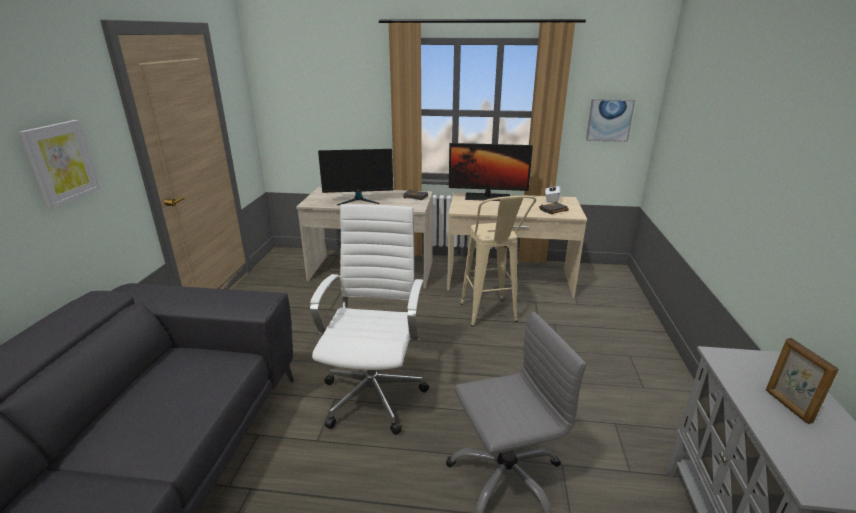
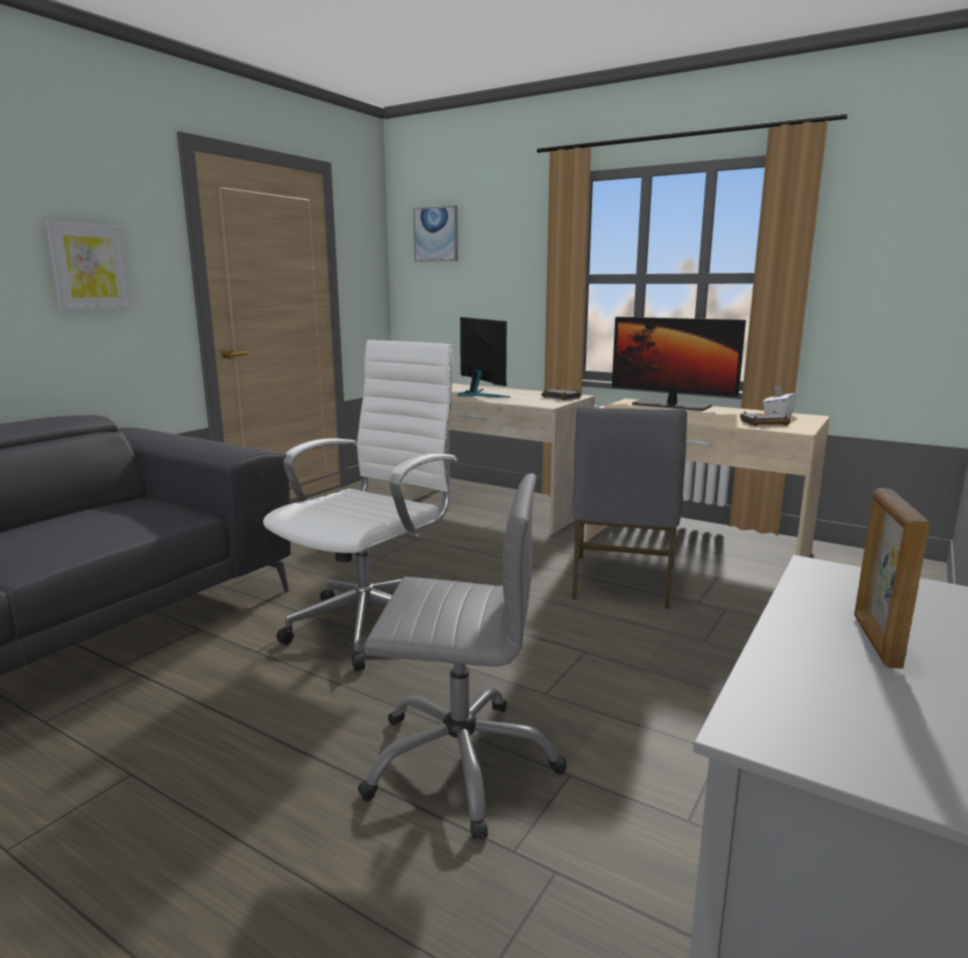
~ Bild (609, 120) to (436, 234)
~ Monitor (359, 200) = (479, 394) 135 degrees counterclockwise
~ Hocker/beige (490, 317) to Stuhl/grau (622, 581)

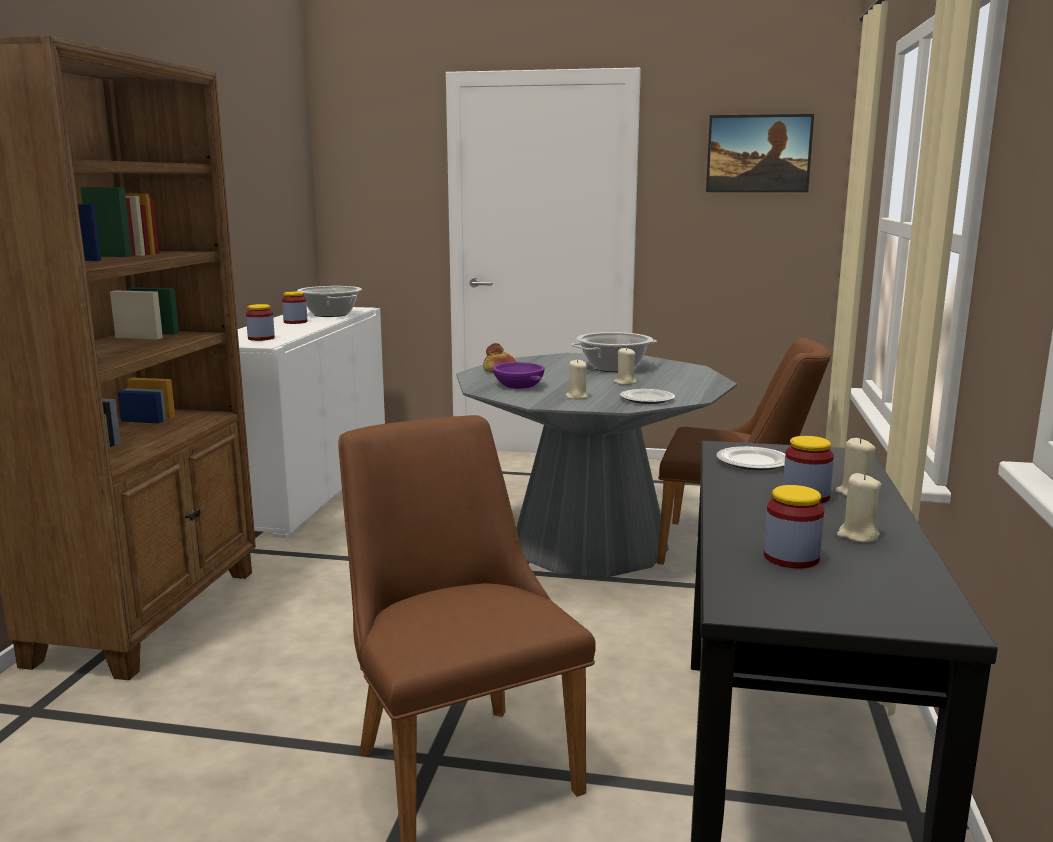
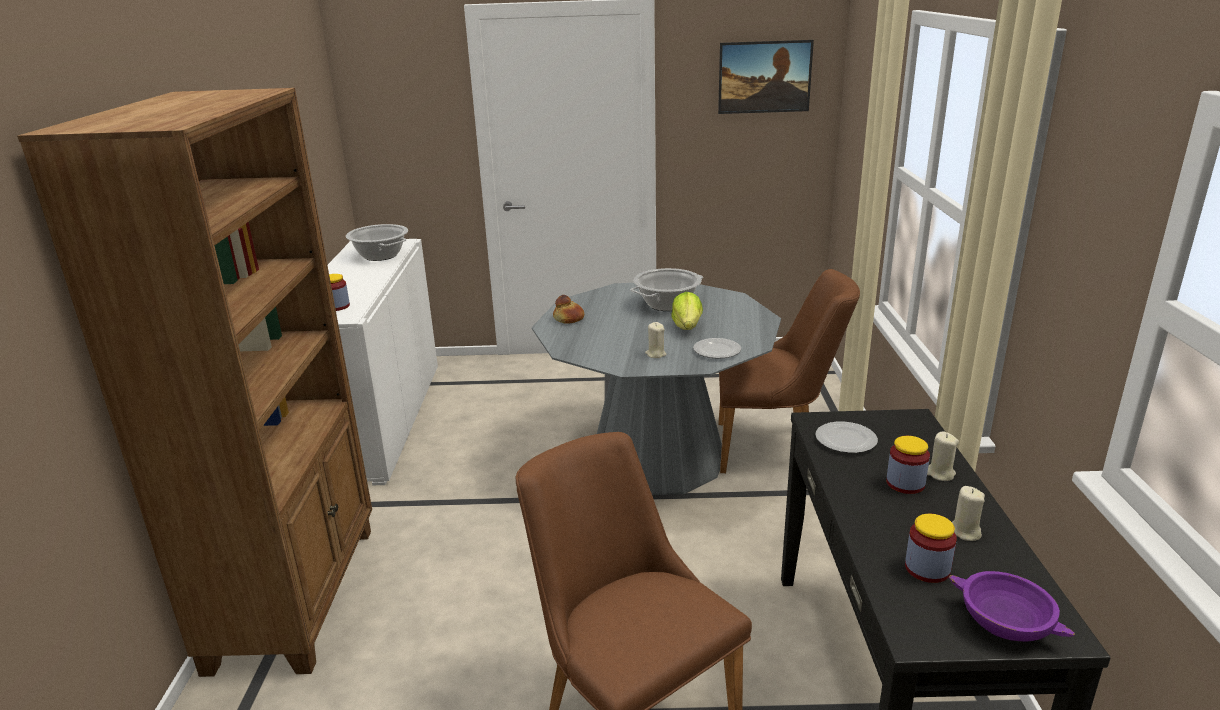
- Vorratsglas (295, 322)
~ Kerze/beige (625, 383) to Salatkopf (687, 327)
~ Schüssel/lila (519, 385) to (1006, 623)

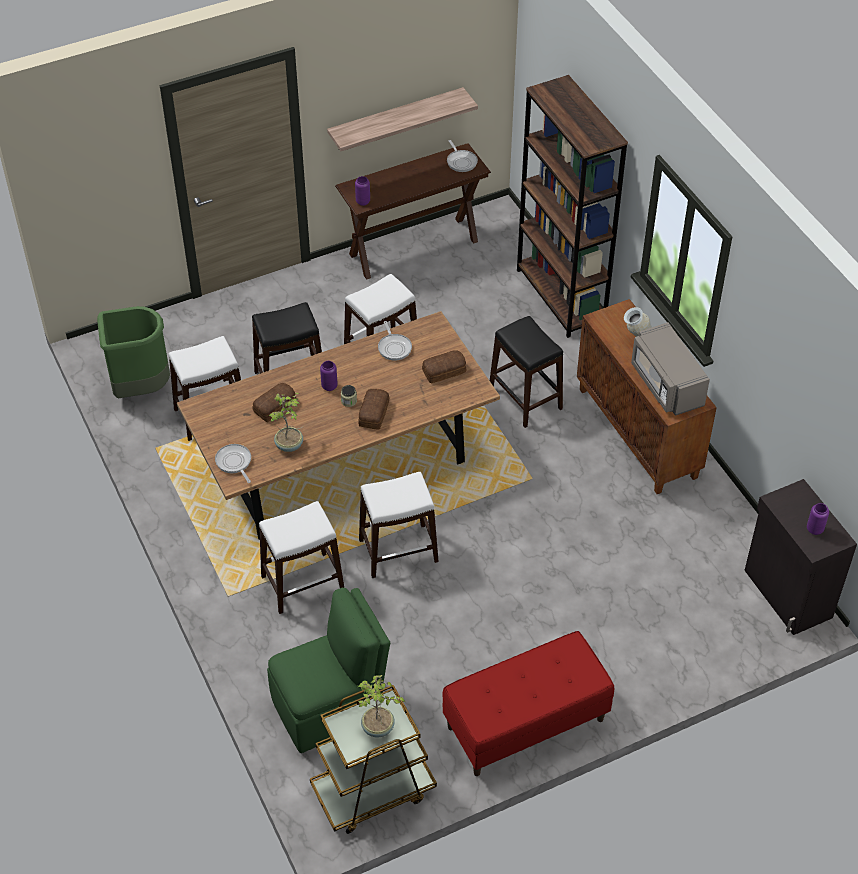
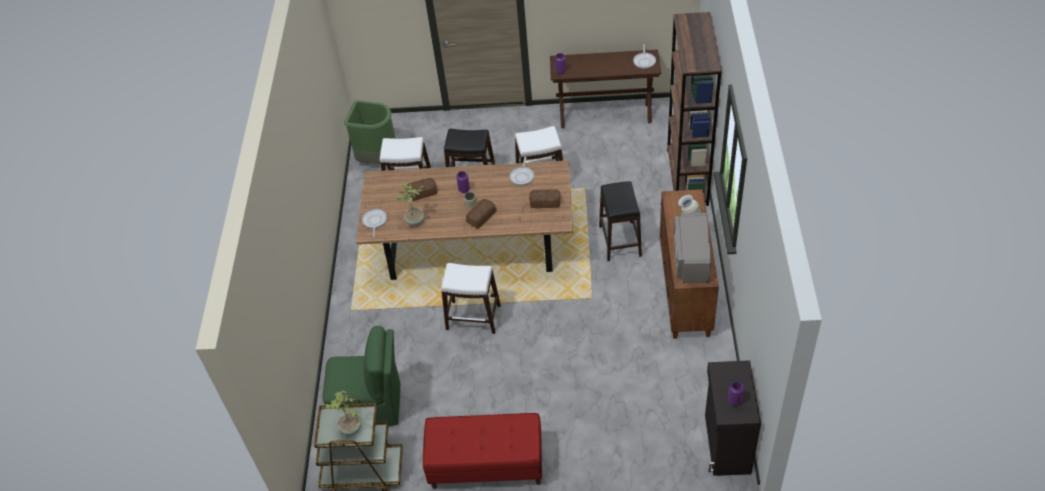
- Wandregal (396, 119)
- Hocker/weiß (303, 583)

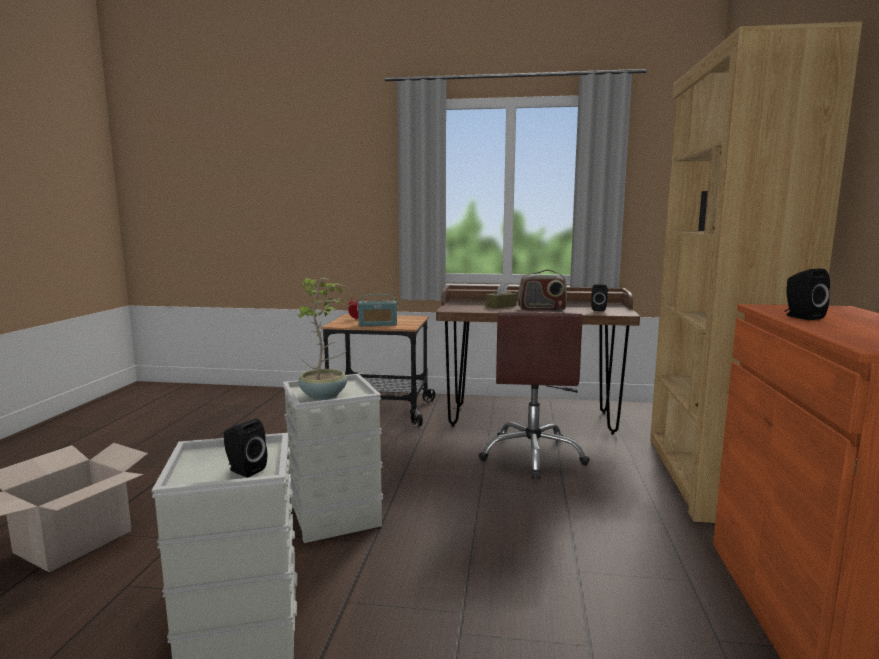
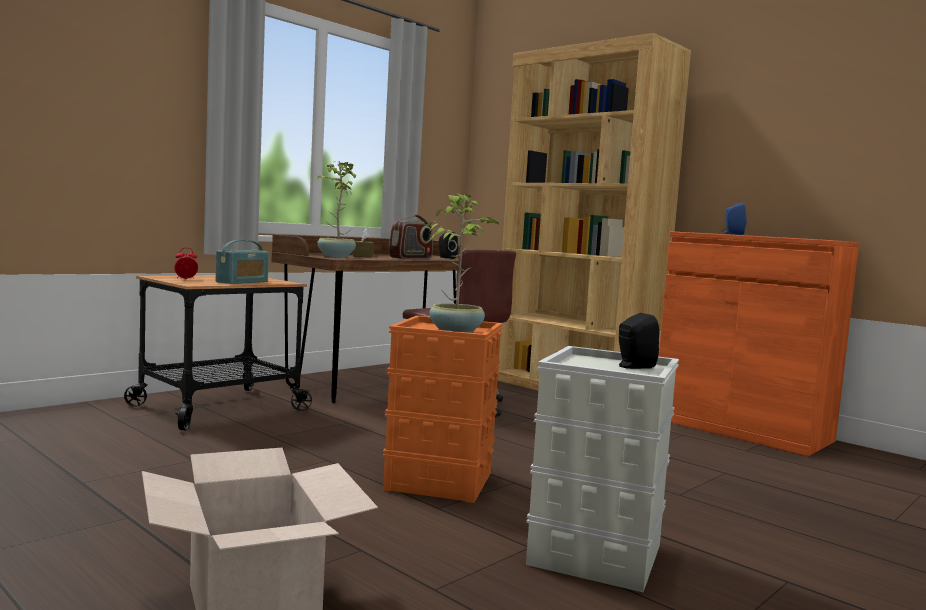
~ Lautsprecher/schwarz (801, 317) to Lautsprecher/blau (732, 234)
~ Aufbewahrungsbox/grau (336, 516) to Aufbewahrungsbox/orange (440, 481)
+ Topfpflanze (335, 256)

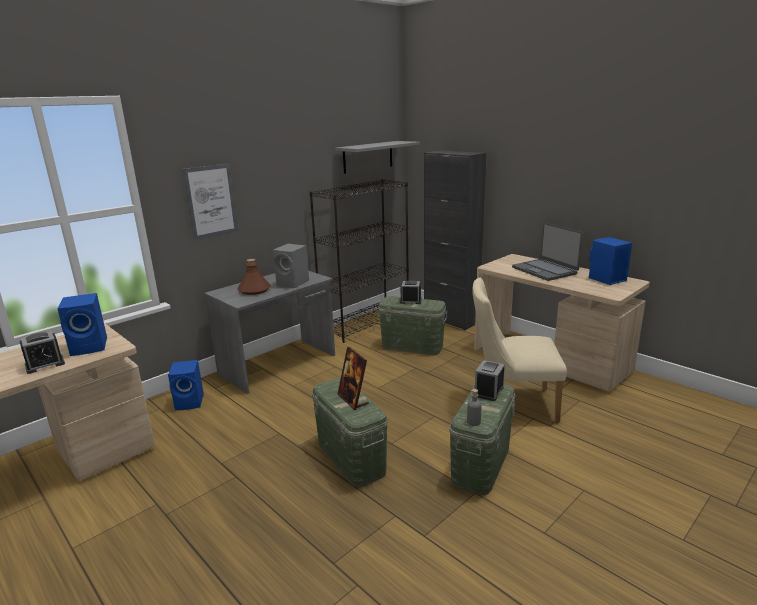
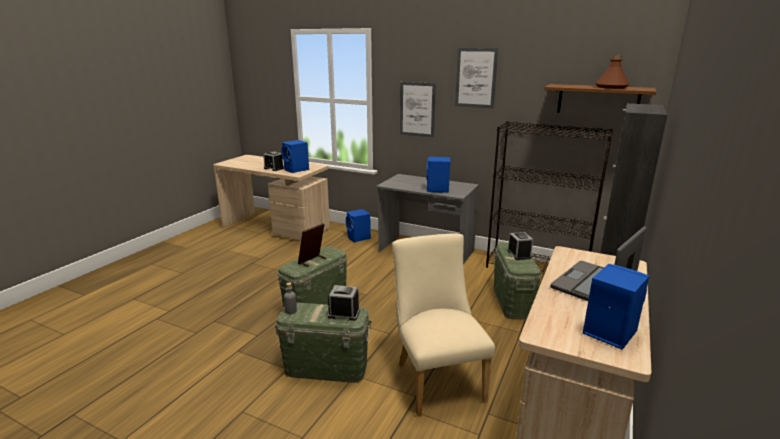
~ Wandregal/grau (368, 157) to Wandregal/braun (598, 100)
~ Lautsprecher/grau (293, 283) to Lautsprecher/blau (437, 190)
~ Flasche/braun (254, 290) to (611, 87)
+ Bild (476, 78)

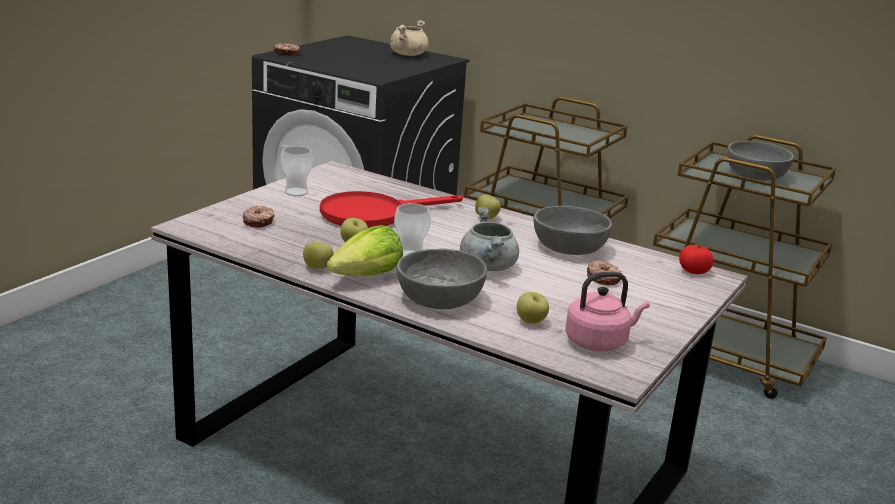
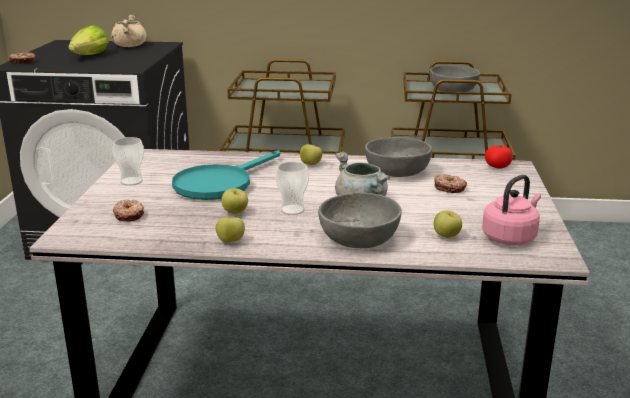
~ Pfanne/rot (373, 214) to Pfanne/türkis (220, 183)
~ Salatkopf (367, 276) to (90, 56)

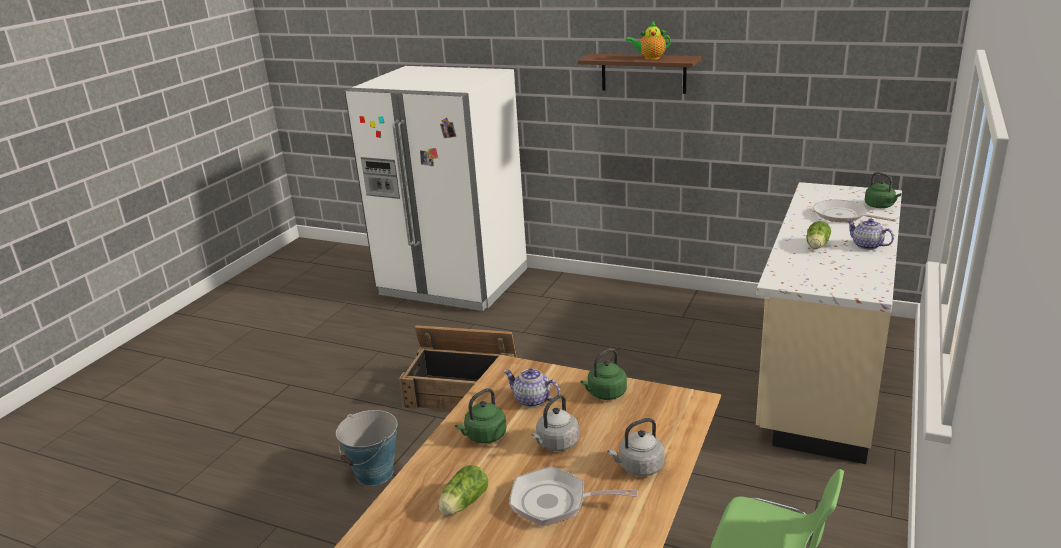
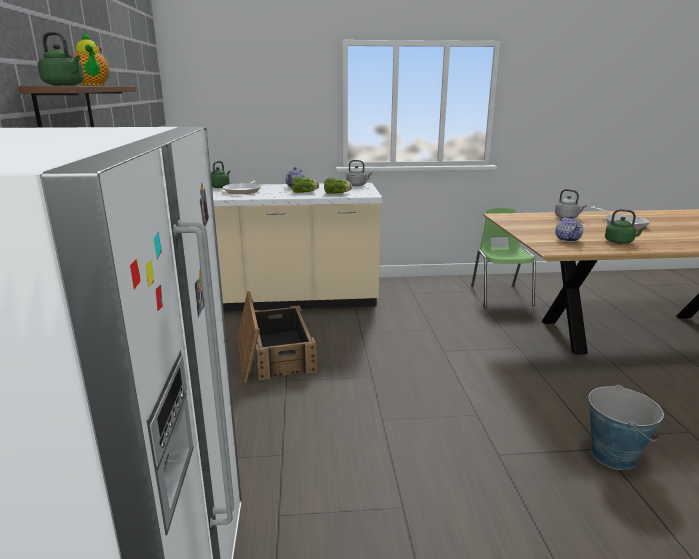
~ Kiste (463, 389) to (273, 354)
~ Wasserkessel/grün (605, 394) to (65, 85)
~ Wasserkessel/grau (556, 444) to (357, 185)
~ Salatkopf (462, 504) to (338, 193)

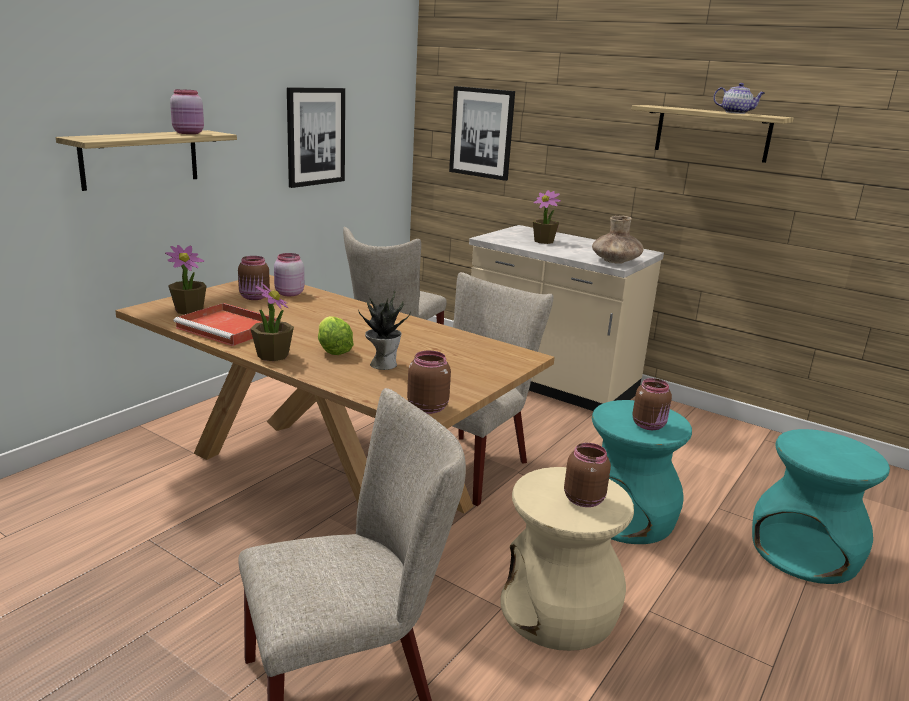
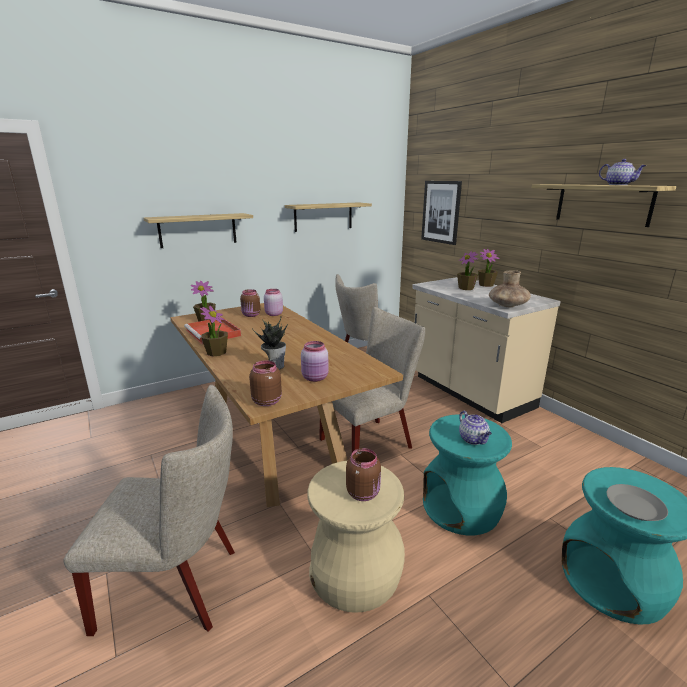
~ Bild (315, 136) to Wandregal (323, 216)
~ Vorratsglas/rosa (189, 133) to (315, 378)
- Salatkopf (333, 350)
~ Vorratsglas/braun (649, 425) to Teekanne (473, 439)
+ Topfpflanze (486, 285)
+ Teller/grau (634, 506)

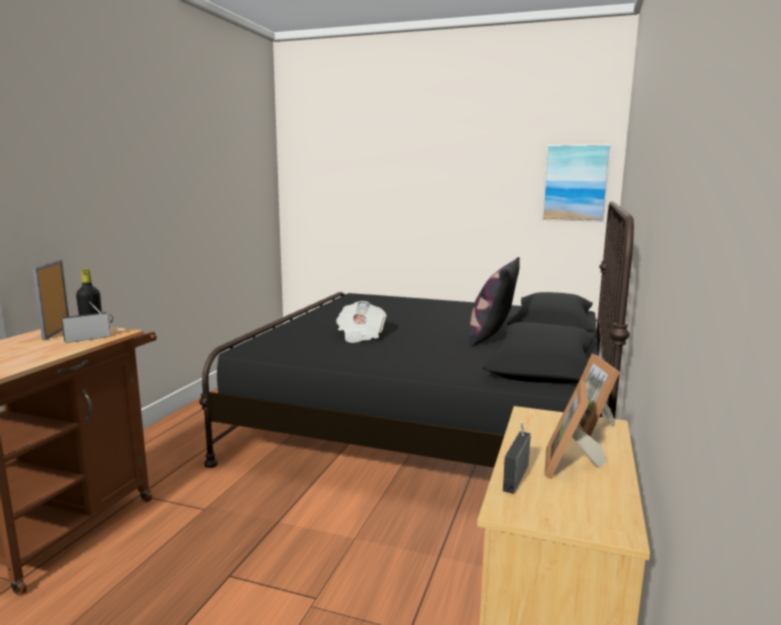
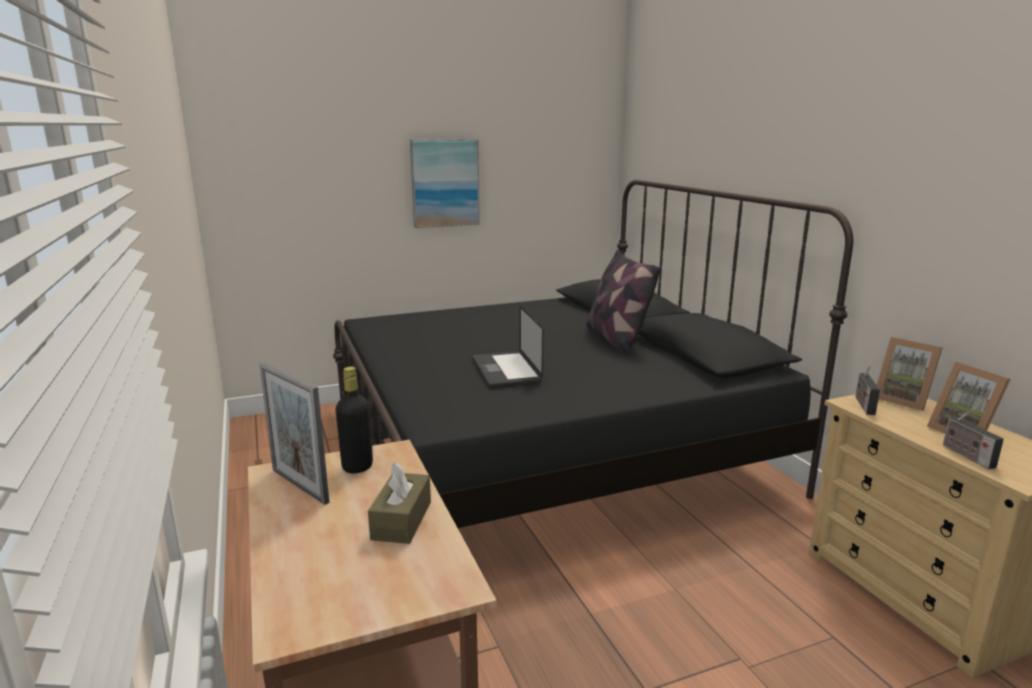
~ Bild (575, 183) to (445, 183)
~ Zeitung (360, 335) to Laptop (506, 371)
~ Radio (90, 338) to (863, 405)
+ Taschentuchbox/braun (401, 520)

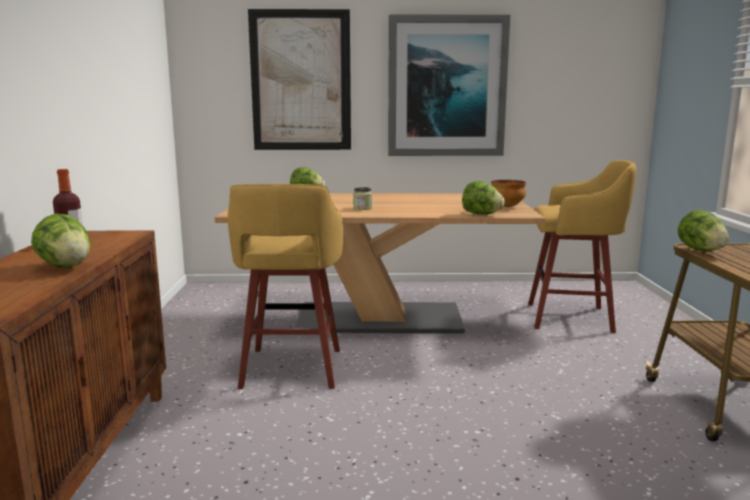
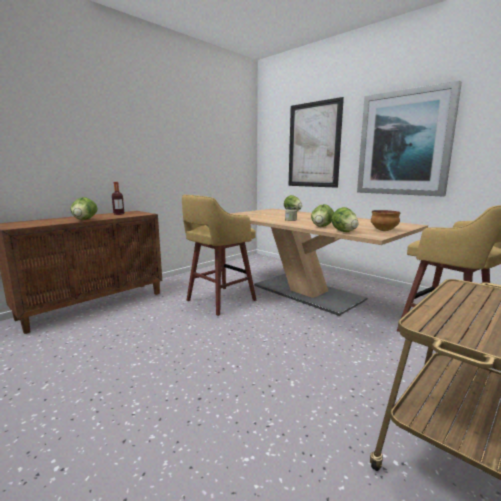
~ Salatkopf (700, 250) to (322, 226)

